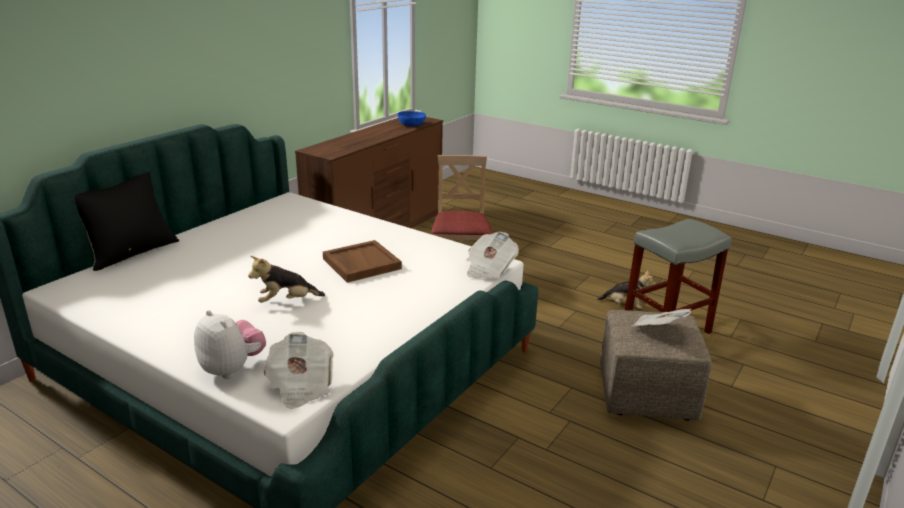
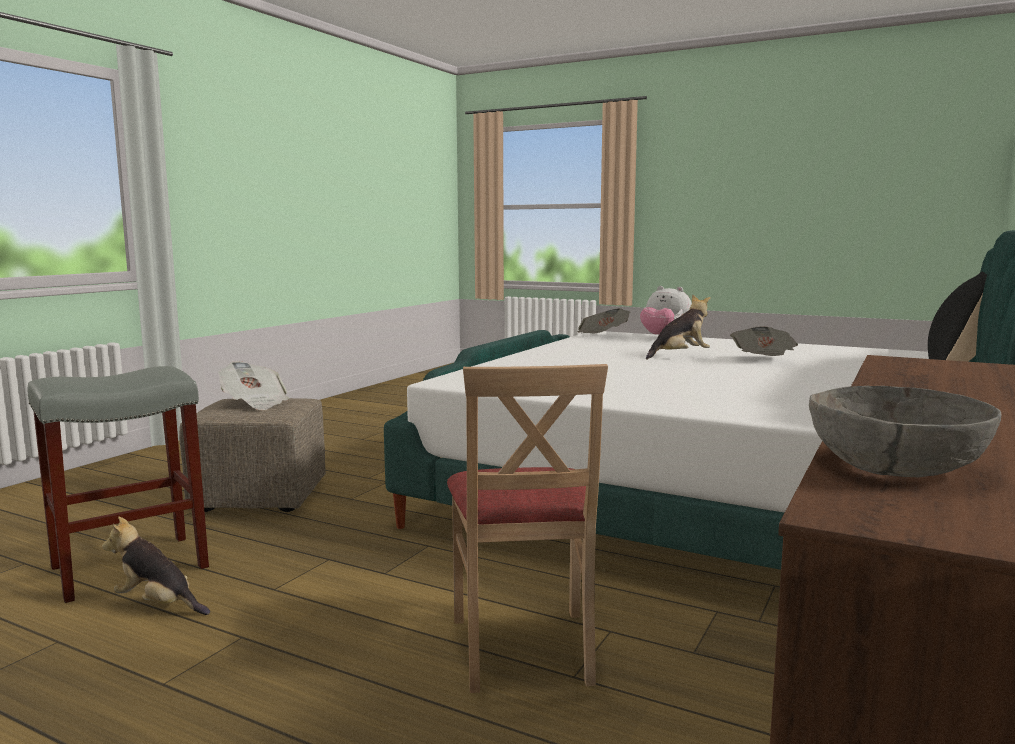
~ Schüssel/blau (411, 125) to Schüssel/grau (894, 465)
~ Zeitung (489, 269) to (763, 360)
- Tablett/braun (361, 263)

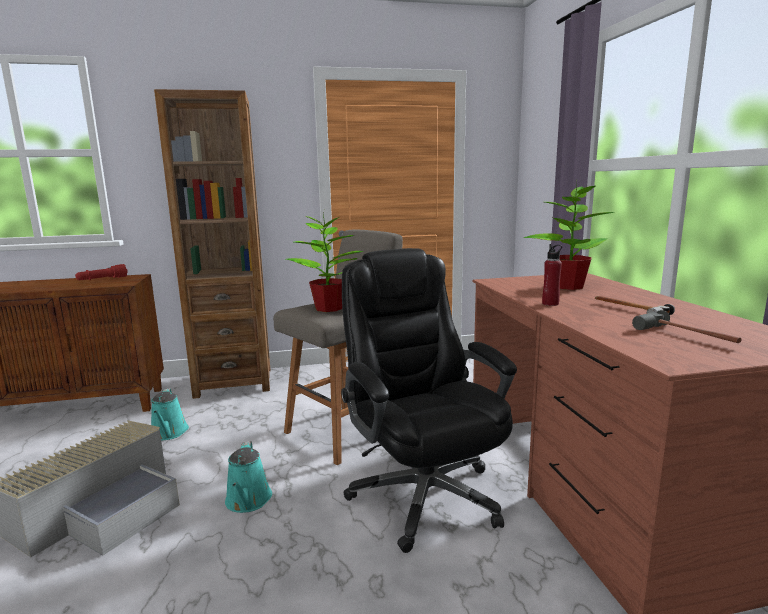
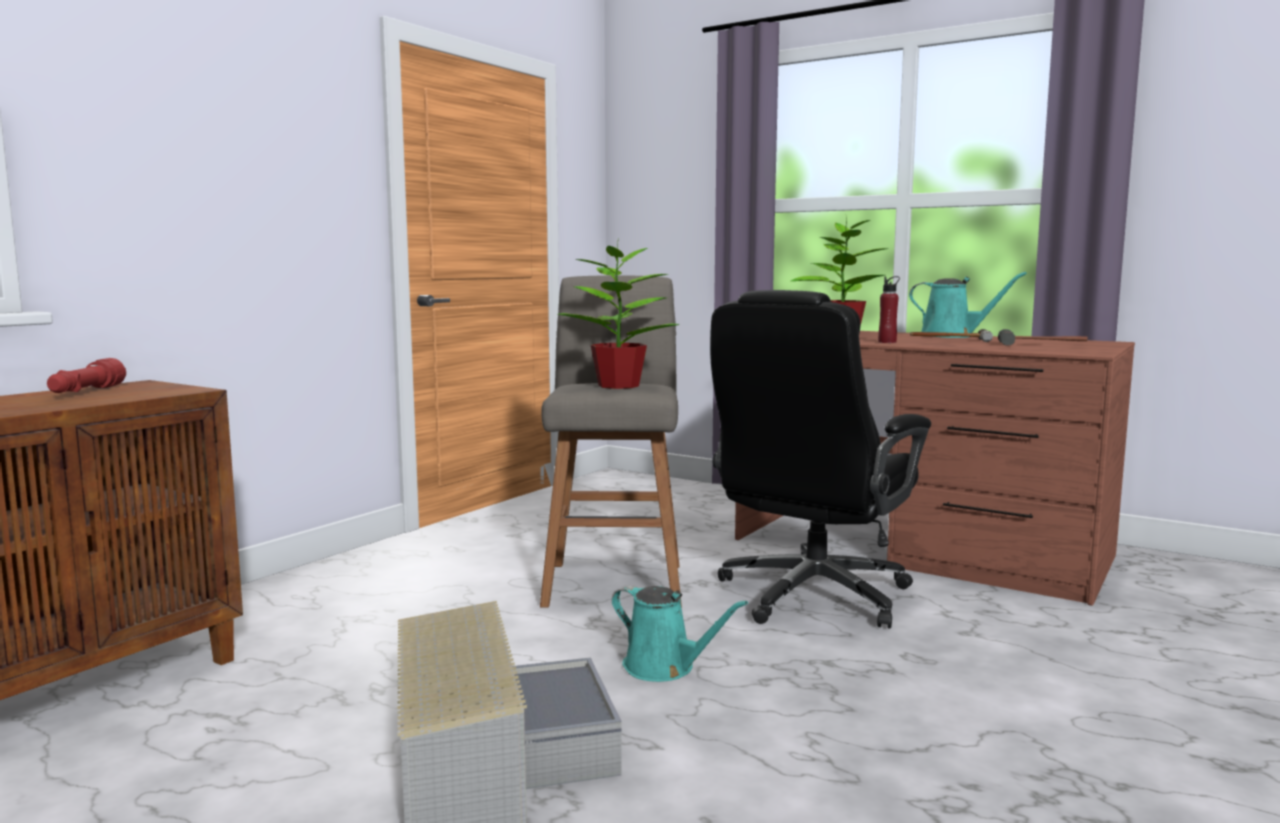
- Bücherregal/braun (234, 382)
~ Bürostuhl/schwarz (423, 494) = (812, 596) 75 degrees counterclockwise
~ Gießkanne/türkis (169, 433) to (952, 336)

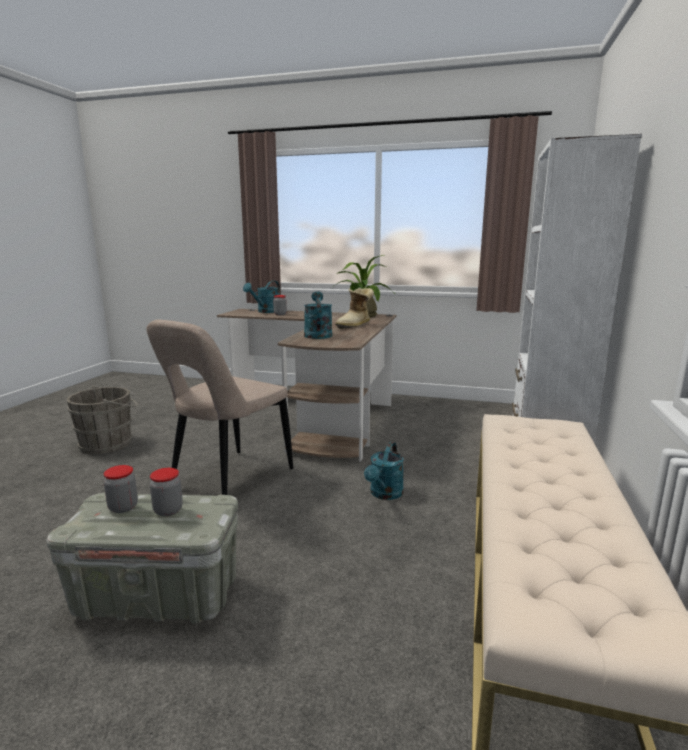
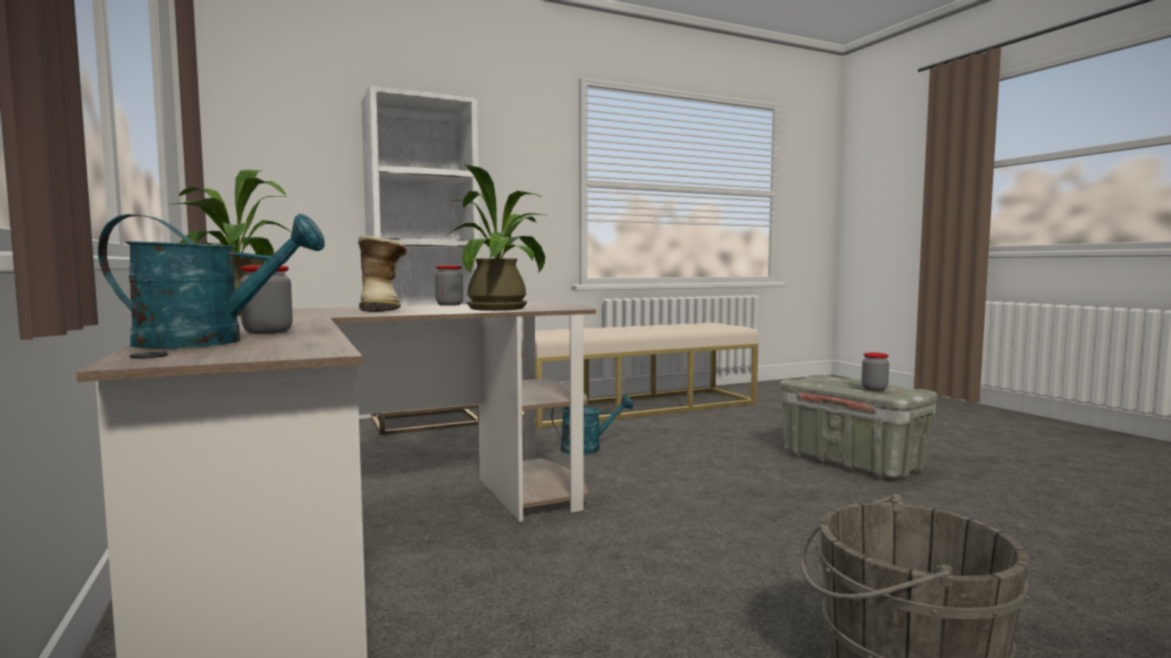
~ Stiefel (355, 325) = (382, 309) 75 degrees clockwise
~ Gießkanne/türkis (317, 334) to Topfpflanze (503, 308)
- Stuhl/beige (228, 481)
~ Vorratsglas (168, 510) to (449, 305)

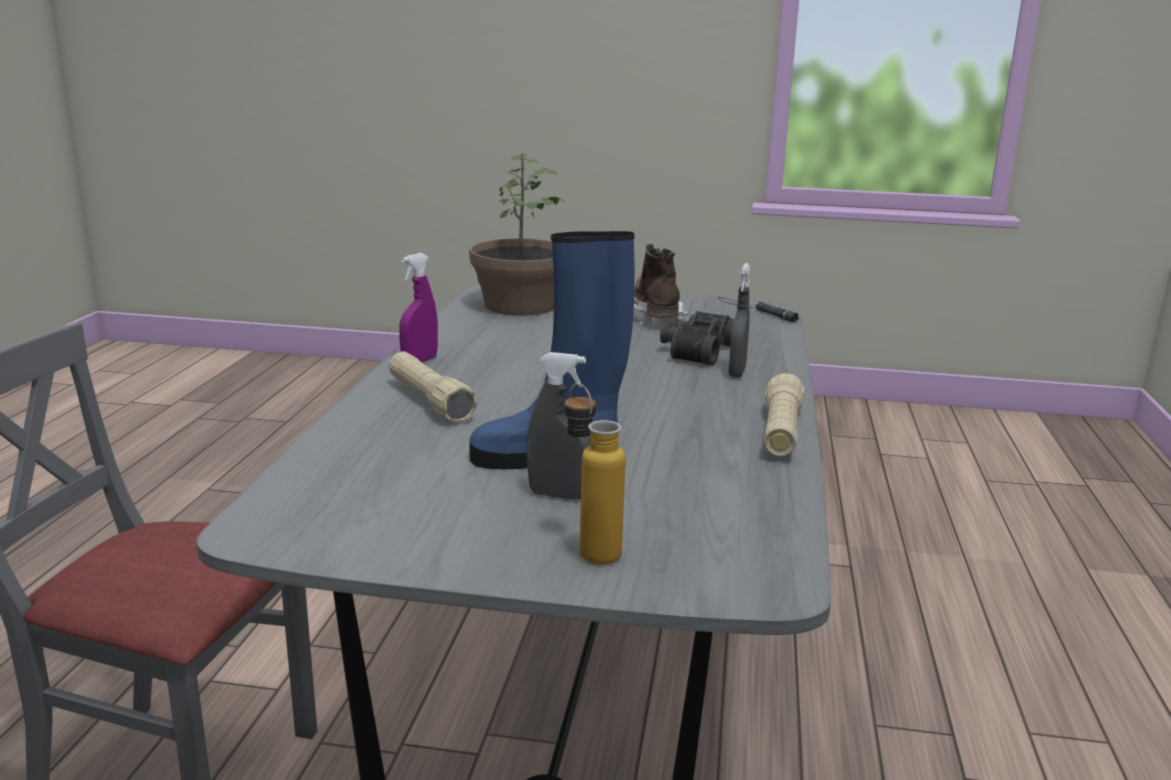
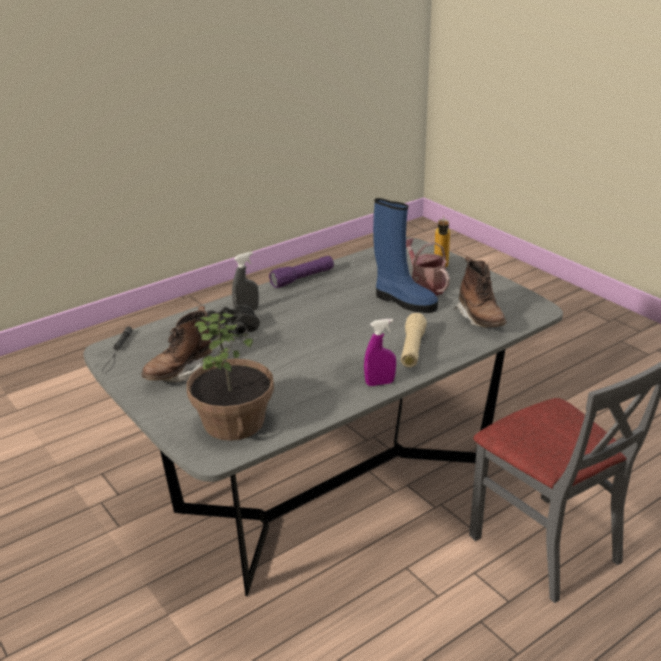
~ Sprühflasche/grau (558, 495) to Gießkanne (424, 286)
~ Taschenlampe/beige (780, 432) to Taschenlampe/lila (302, 279)
+ Stiefel/braun (480, 319)

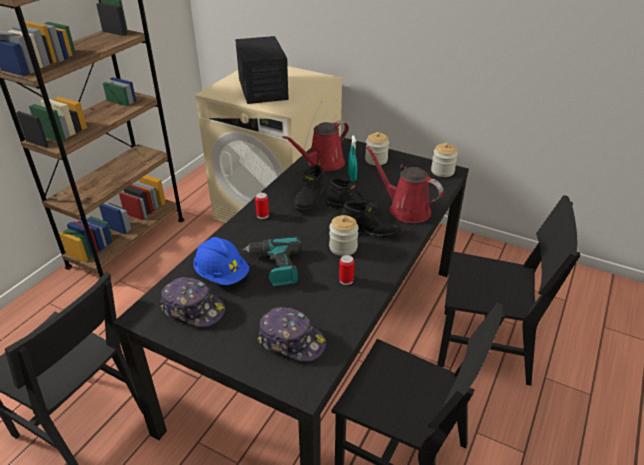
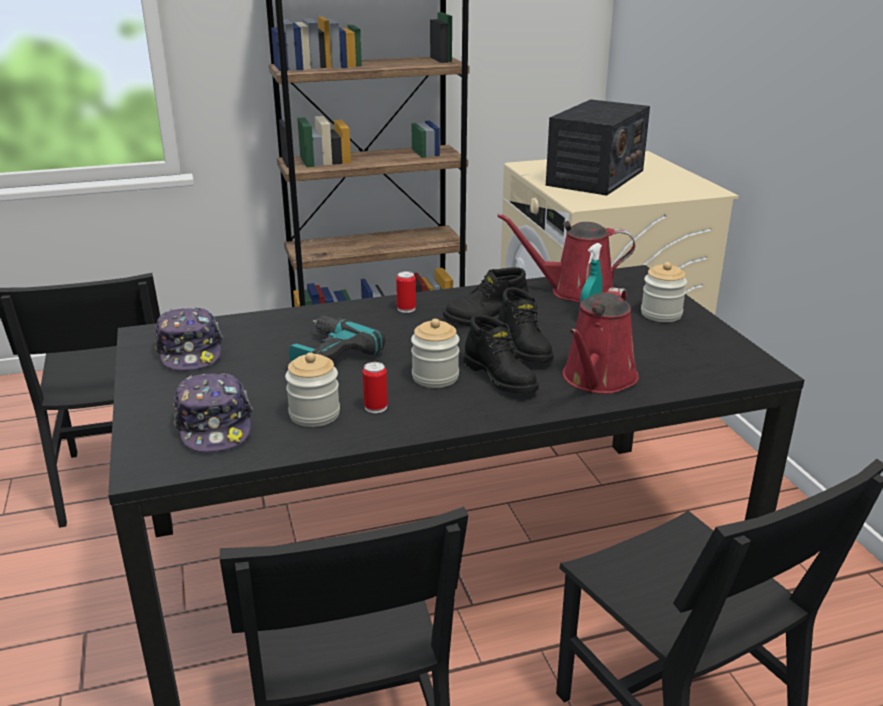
~ Vorratsglas (442, 171) to (314, 414)
~ Gießkanne/rot (405, 209) = (597, 379) 150 degrees counterclockwise
- Schutzhelm/blau (222, 275)

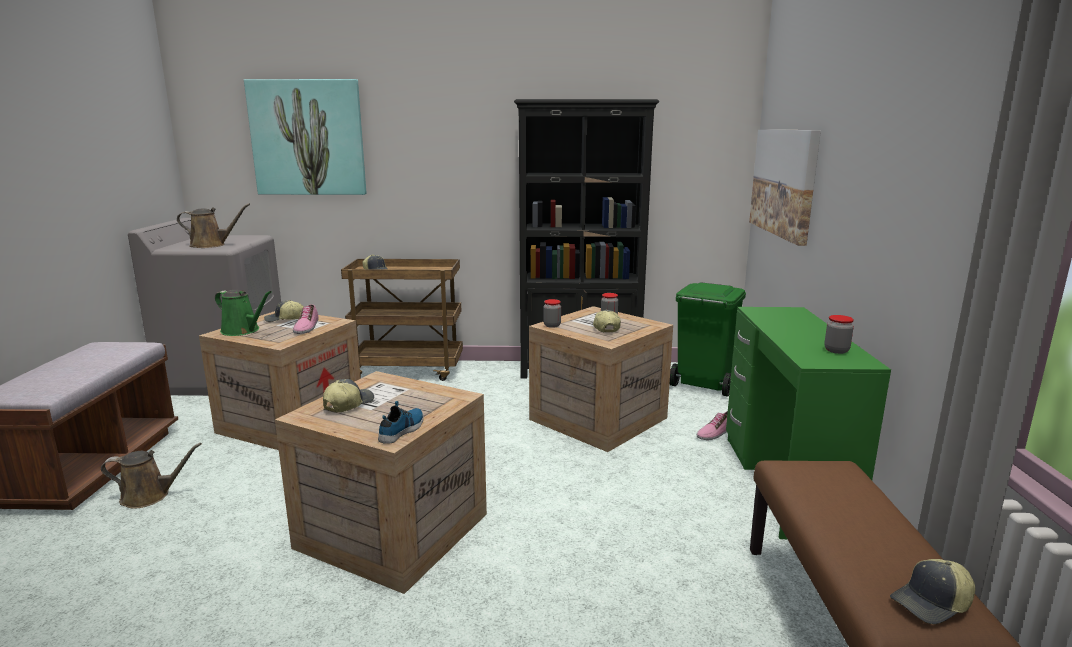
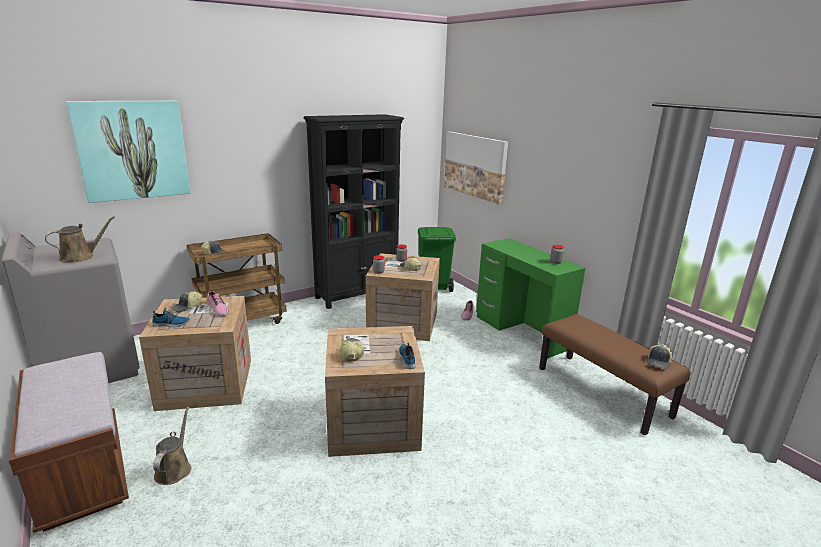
~ Gießkanne/grün (243, 331) to Schuh (171, 324)
~ Gießkanne/braun (150, 496) = (174, 469) 45 degrees counterclockwise

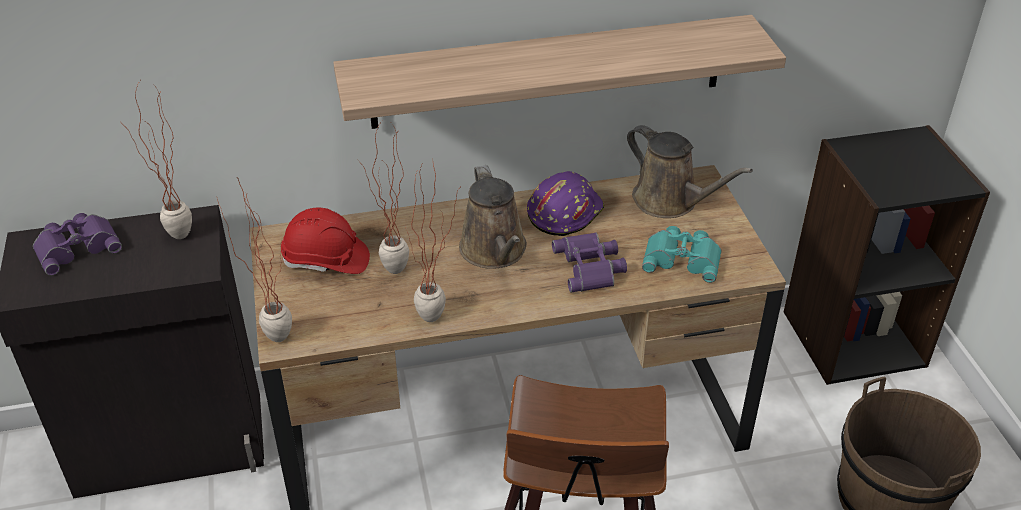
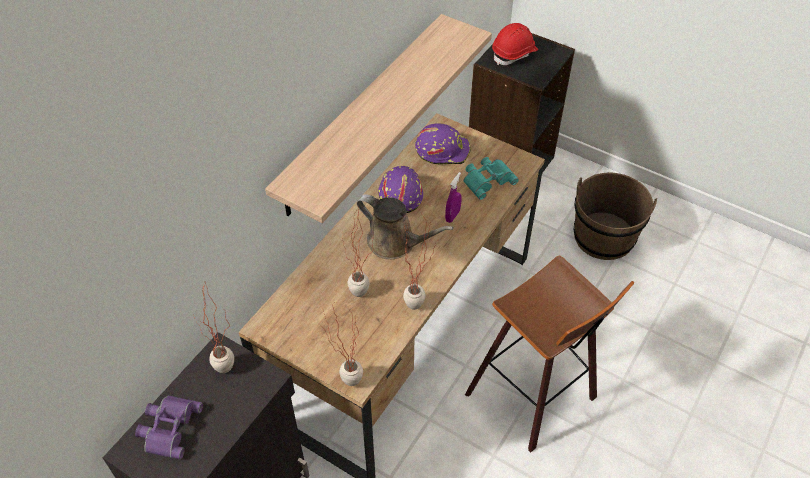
~ Gießkanne/braun (670, 201) to Schutzhelm/lila (442, 150)
~ Schutzhelm/rot (326, 260) to (514, 53)
~ Fernglas/lila (591, 267) to Sprühflasche/lila (452, 216)

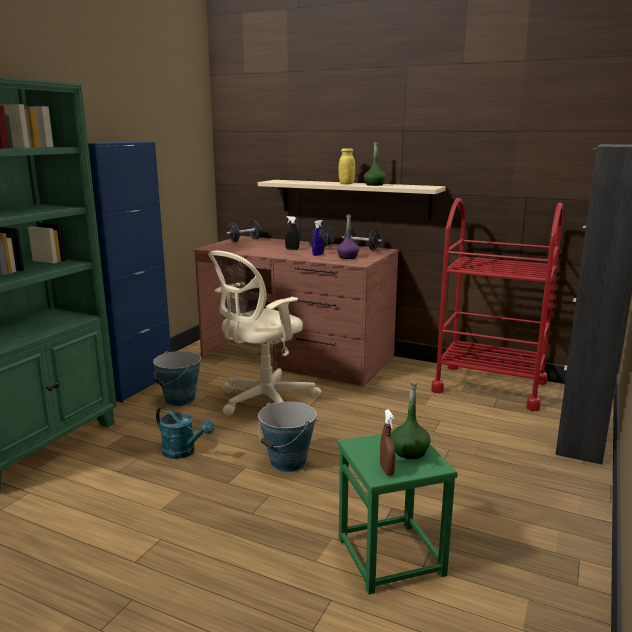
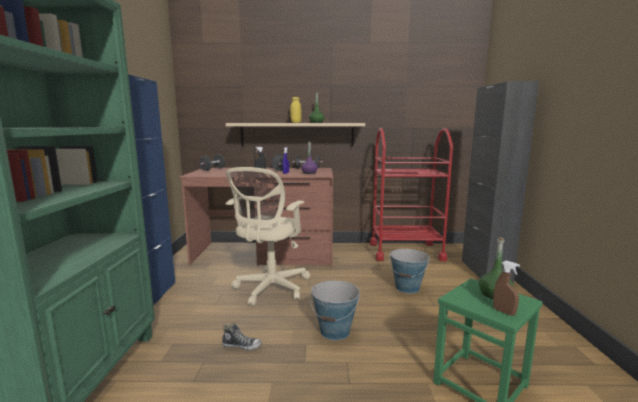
~ Eimer (180, 399) to (407, 288)
~ Gießkanne/türkis (183, 452) to Schuh (242, 345)

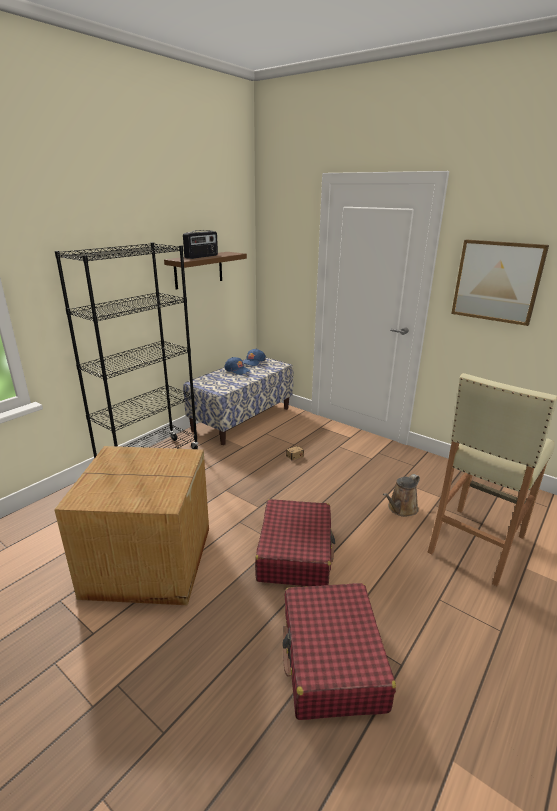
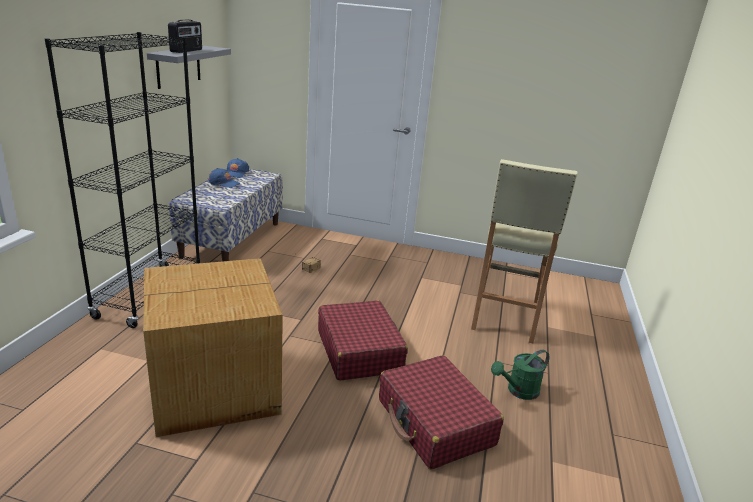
- Bild (497, 281)
~ Wandregal/braun (198, 270) to Wandregal/grau (178, 66)
- Gießkanne/braun (401, 509)
+ Gießkanne/grün (518, 391)

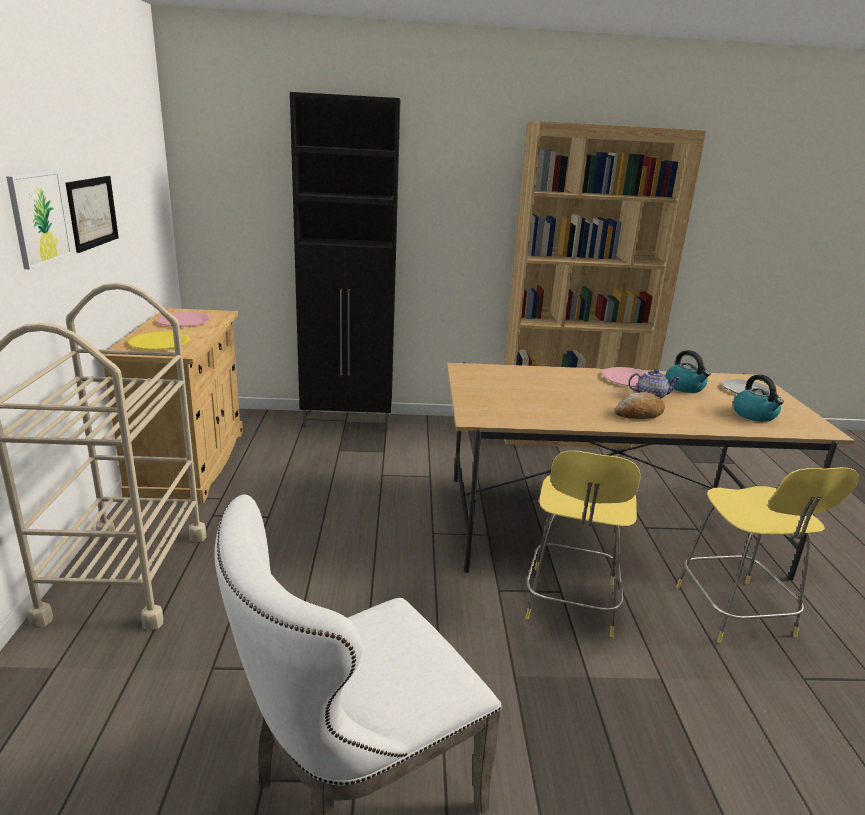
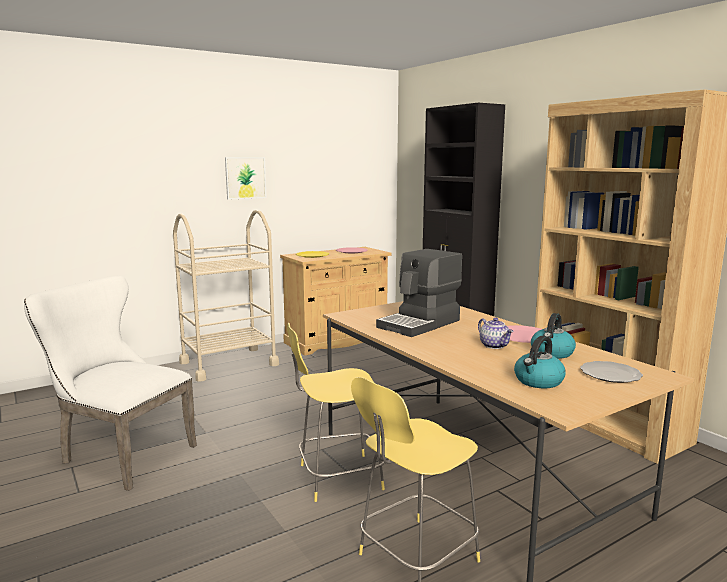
- Bild (92, 212)
- Brot (639, 414)
+ Kaffeemaschine (420, 324)

